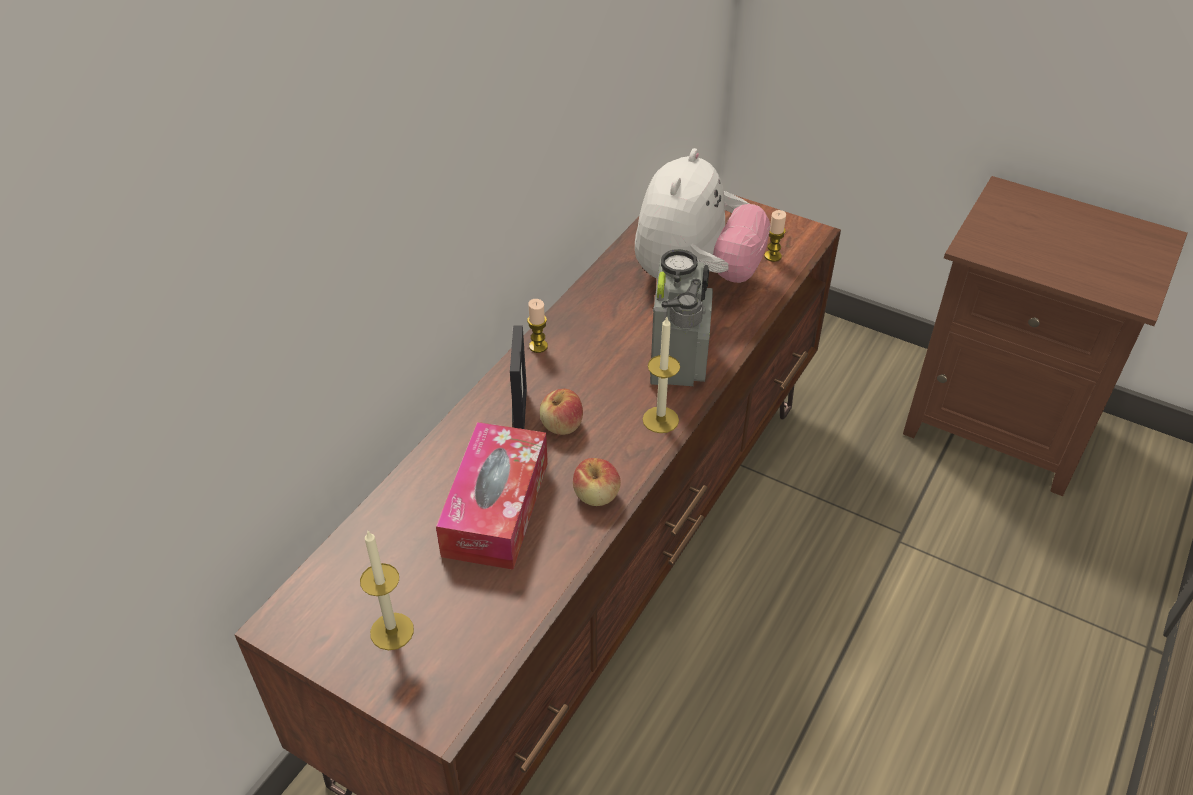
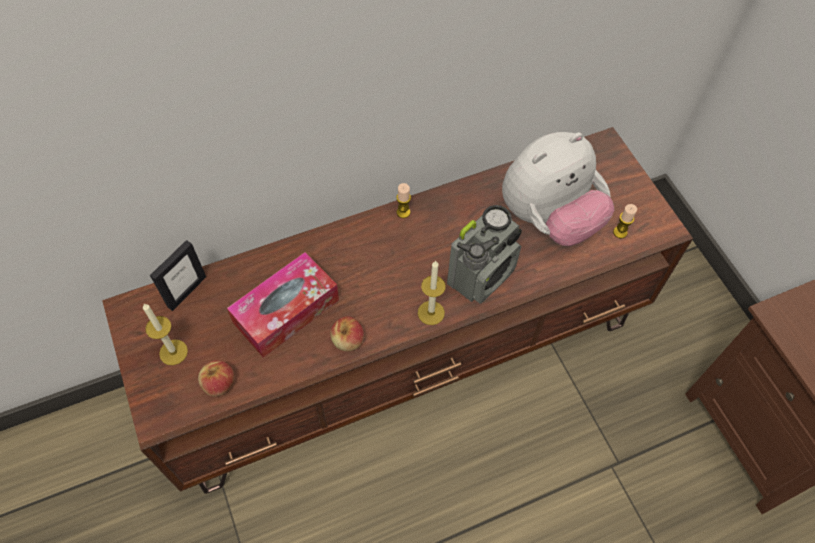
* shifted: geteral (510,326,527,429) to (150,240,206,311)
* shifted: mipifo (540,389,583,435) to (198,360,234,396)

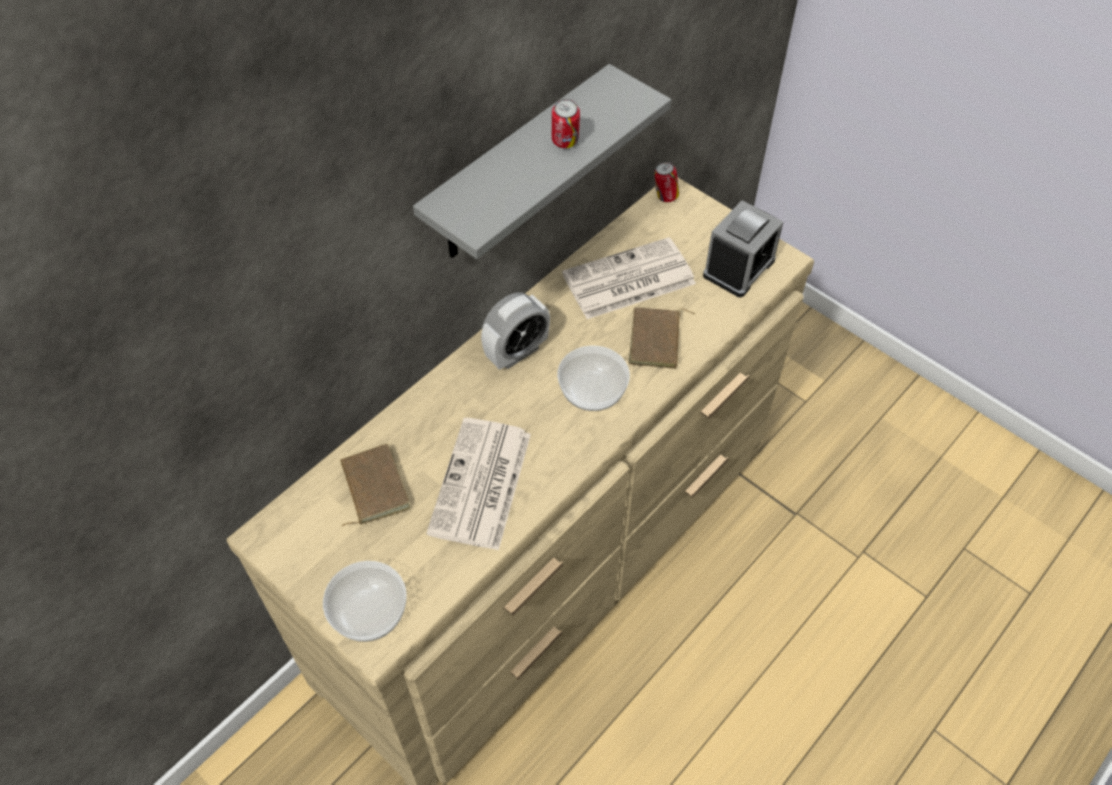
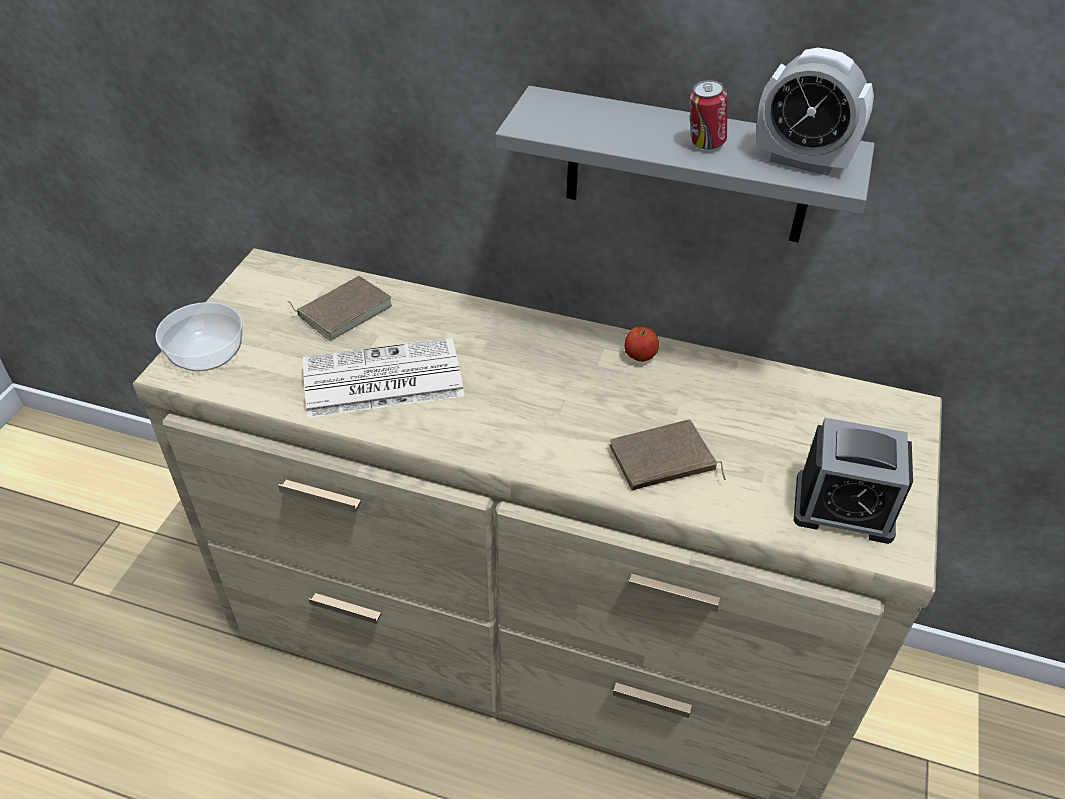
* gone: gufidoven (557,346,630,411)
* gone: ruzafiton (562,237,696,319)
* gone: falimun (654,162,679,202)
* new: mipifo (624,326,659,362)
* shifted: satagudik (481,292,550,370) to (757,48,874,176)

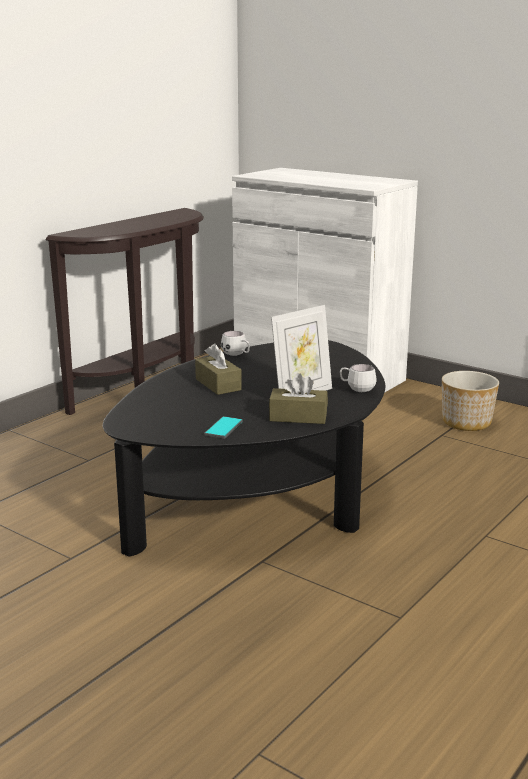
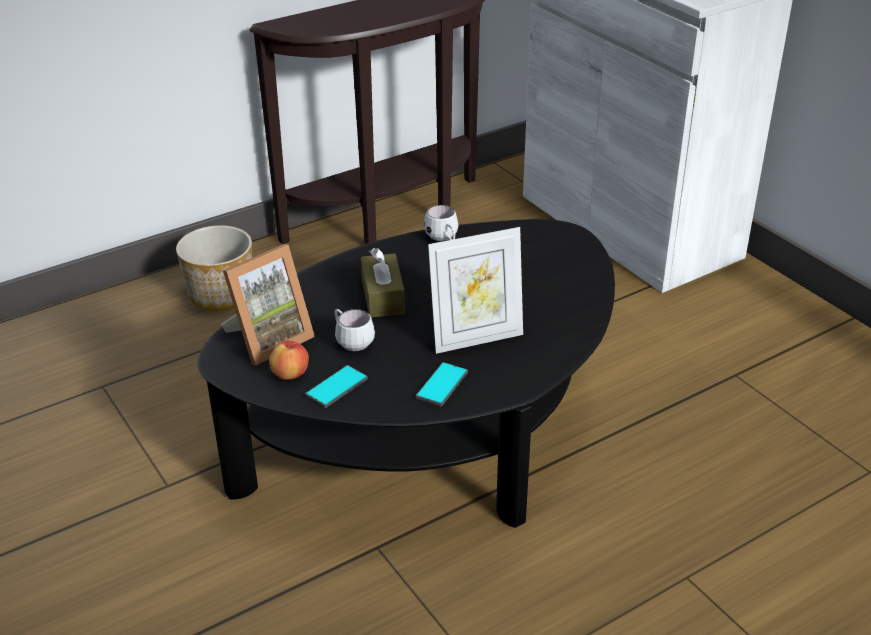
* new: geteral (221,244,315,366)
* new: mipifo (269,341,309,380)
* shifted: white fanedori (340,364,377,392) to (335,309,375,351)
* shifted: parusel (442,371,499,431) to (176,225,252,311)
* swapped: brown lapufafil (269,373,328,424) to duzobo (415,362,468,407)

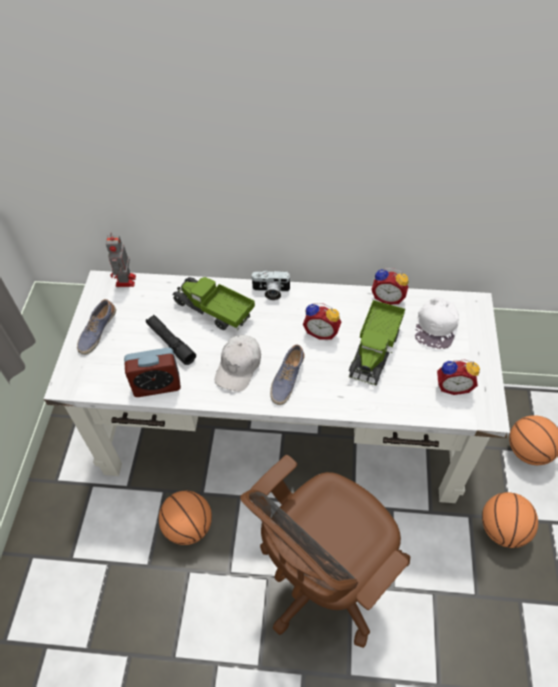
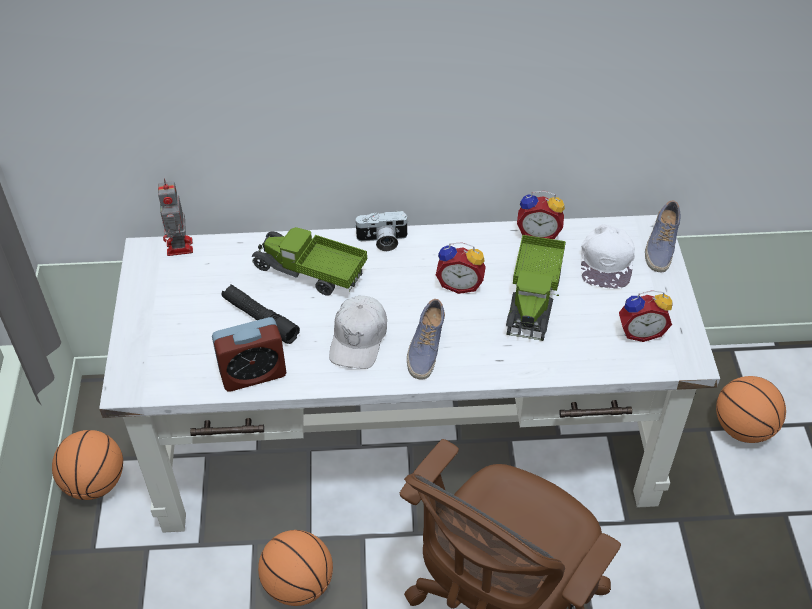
* shifted: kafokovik (77,299,116,355) to (645,201,680,272)
* shifted: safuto (482,492,538,548) to (52,430,123,500)

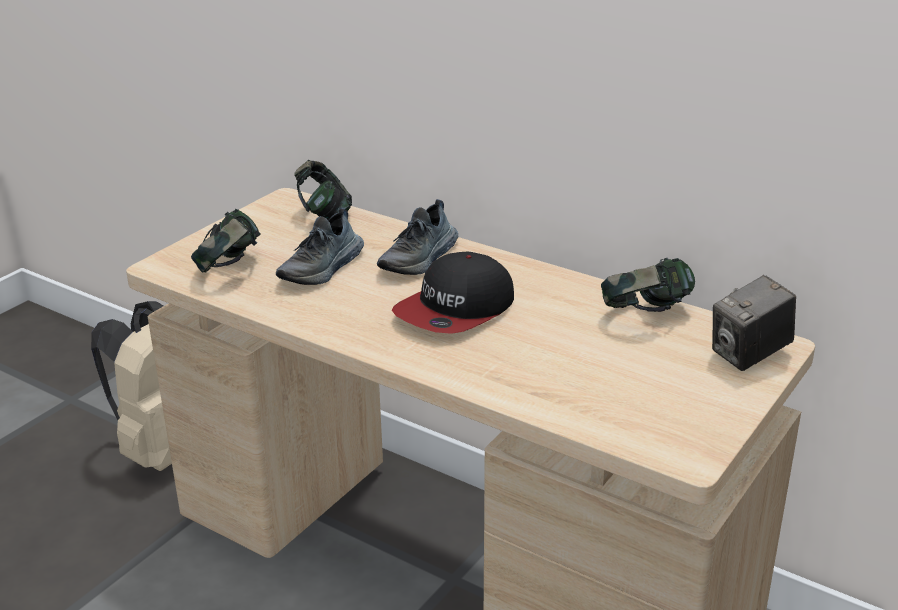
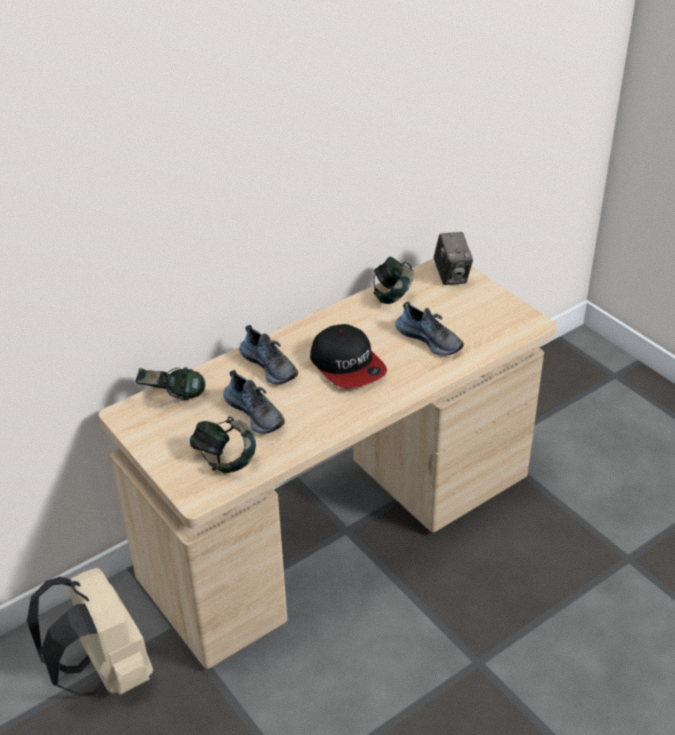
* new: kafokovik (395,302,464,356)

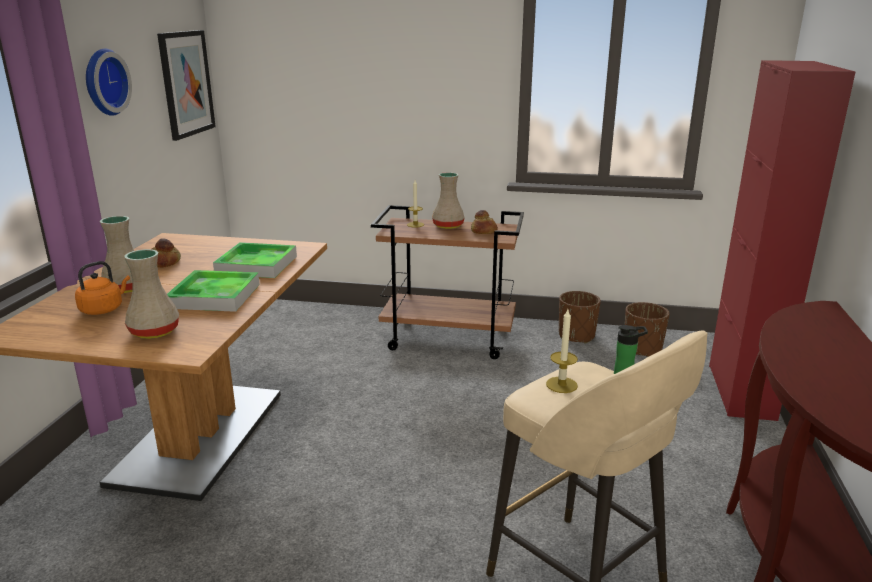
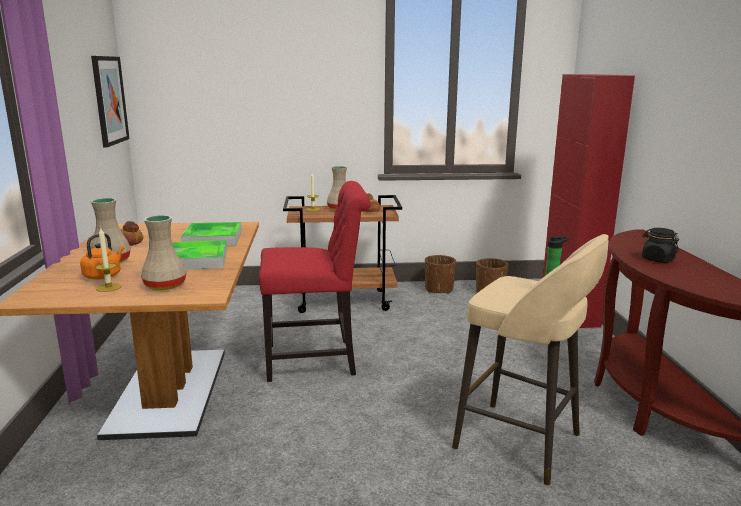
* gone: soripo (86,48,132,116)
* new: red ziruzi (259,181,371,382)
* new: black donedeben (642,228,679,263)
* shifted: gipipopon (546,310,578,393) to (95,228,122,292)

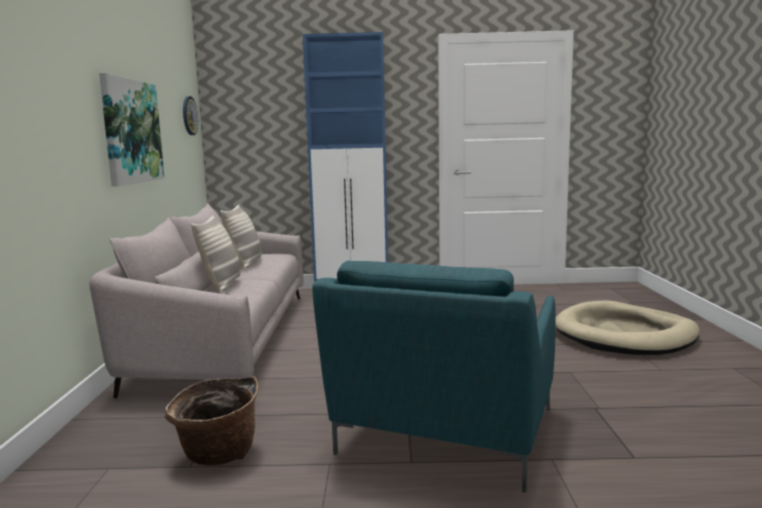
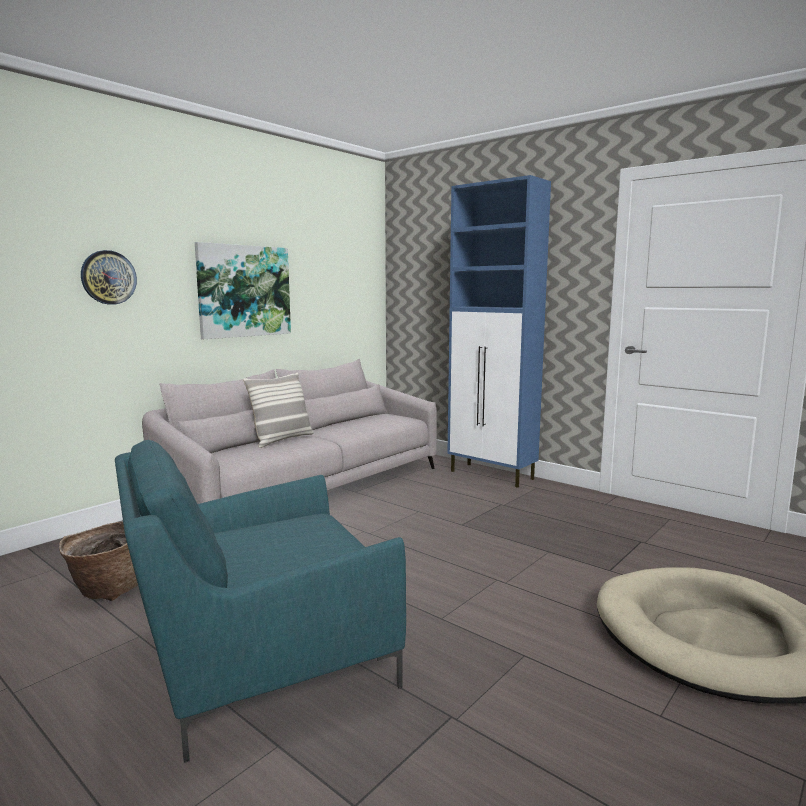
* gone: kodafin (220,205,261,271)
* shifted: soripo (183,96,198,135) to (81,250,137,305)

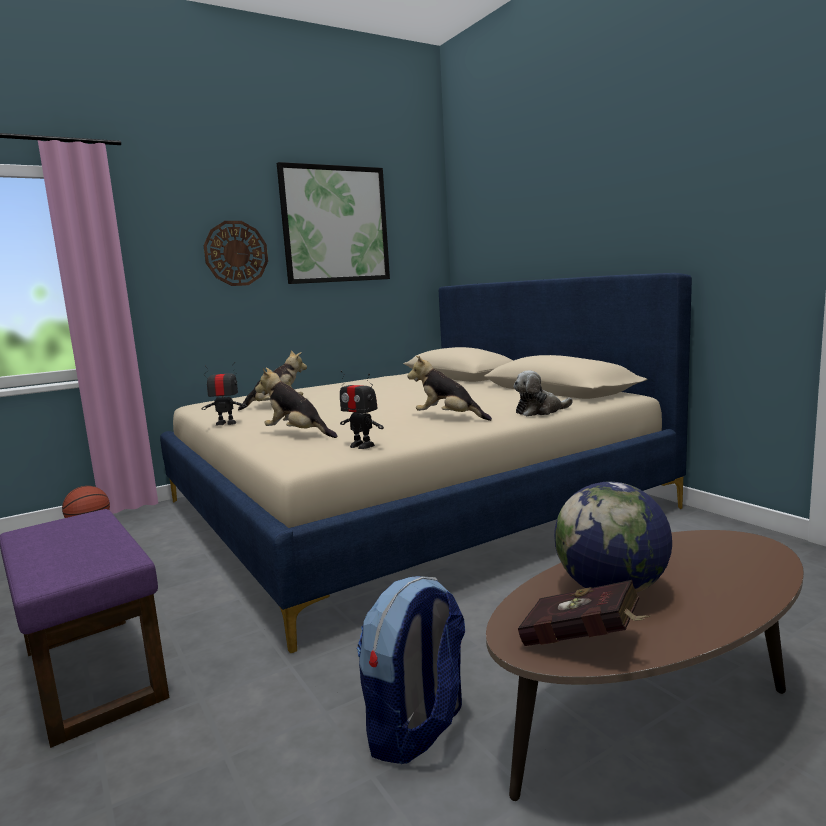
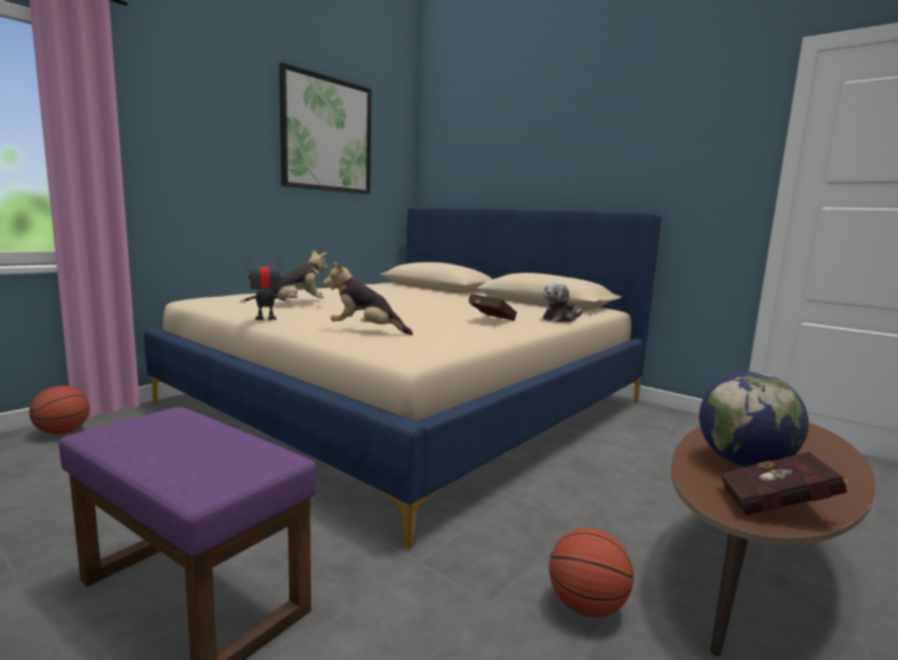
* gone: soripo (203,221,268,286)
* gone: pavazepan (340,370,384,449)
* swapped: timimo (357,576,465,764) to safuto (549,528,633,617)
* swapped: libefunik (408,356,492,421) to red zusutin (469,294,517,321)

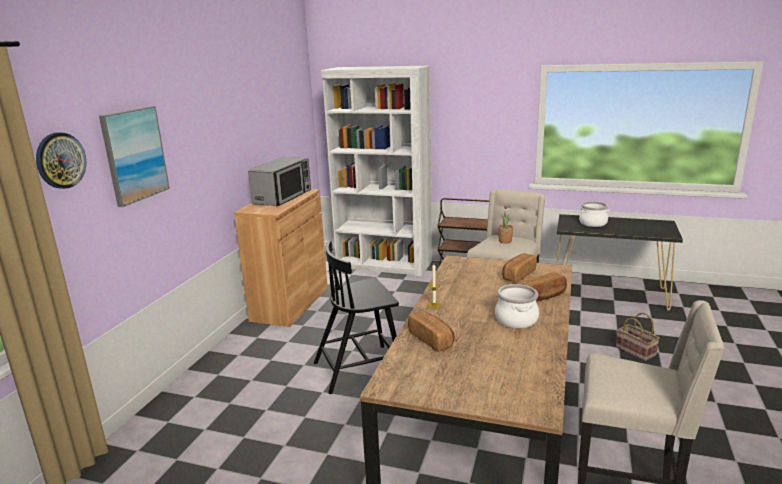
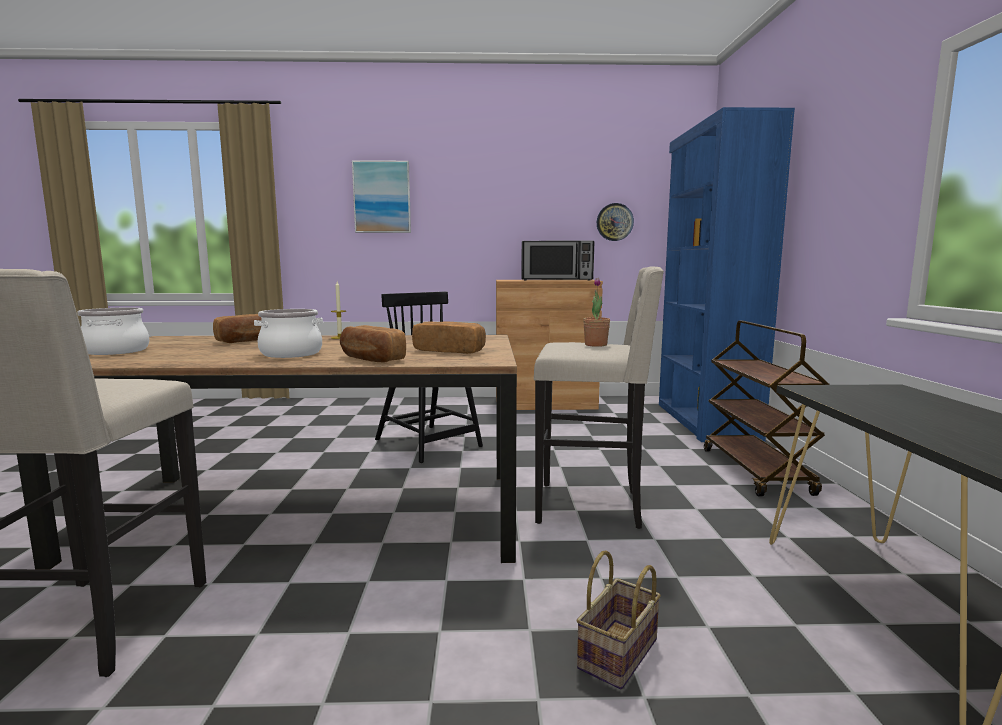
* shifted: soripo (36,132,86,189) to (597,203,634,241)
* shifted: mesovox (579,201,610,227) to (77,308,149,355)
* repainted: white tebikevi (321,66,432,277) to blue tebikevi (659,107,795,442)

